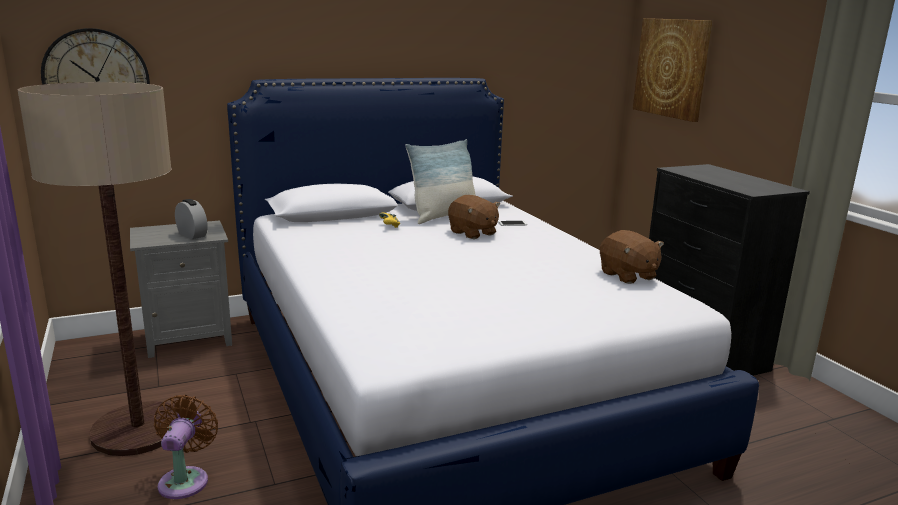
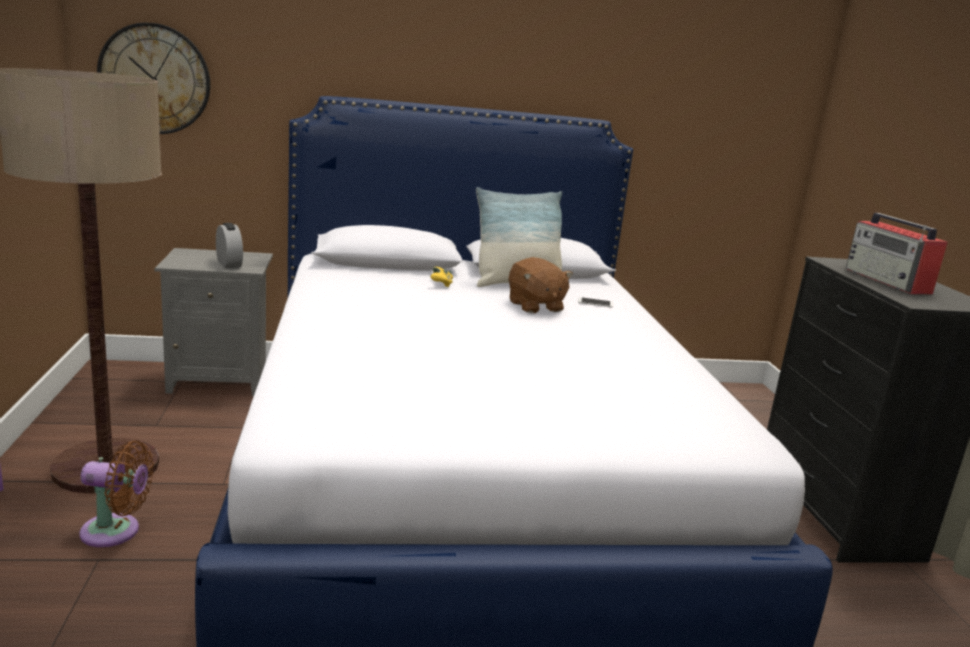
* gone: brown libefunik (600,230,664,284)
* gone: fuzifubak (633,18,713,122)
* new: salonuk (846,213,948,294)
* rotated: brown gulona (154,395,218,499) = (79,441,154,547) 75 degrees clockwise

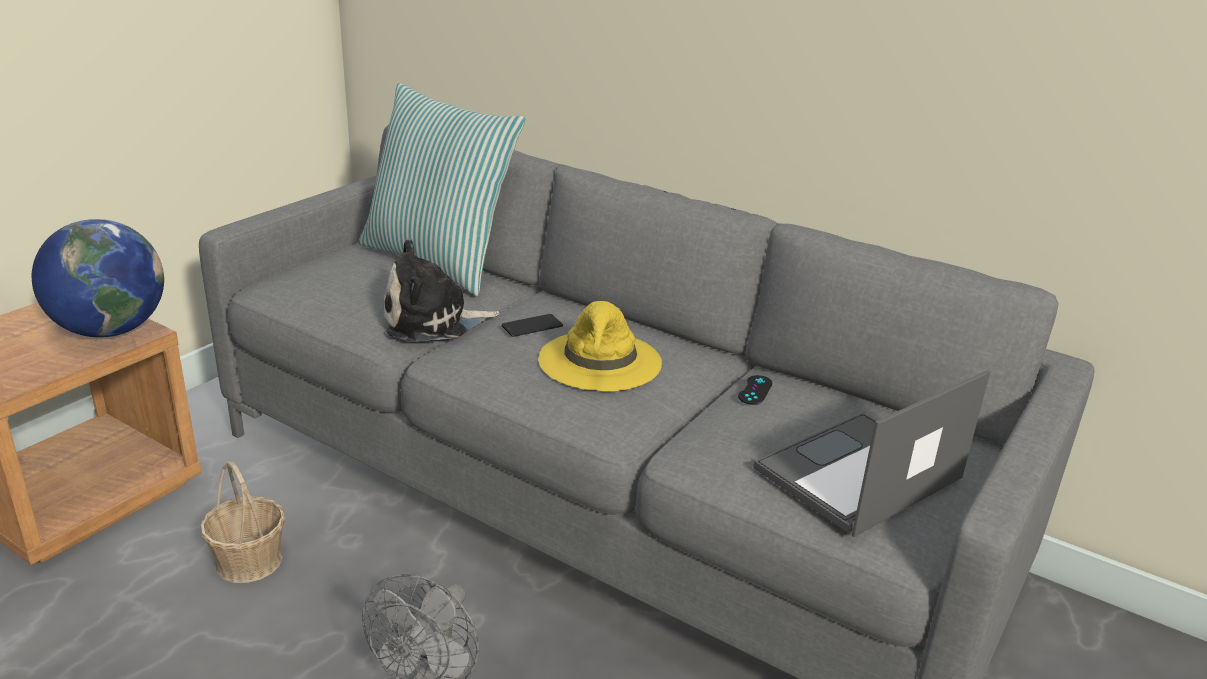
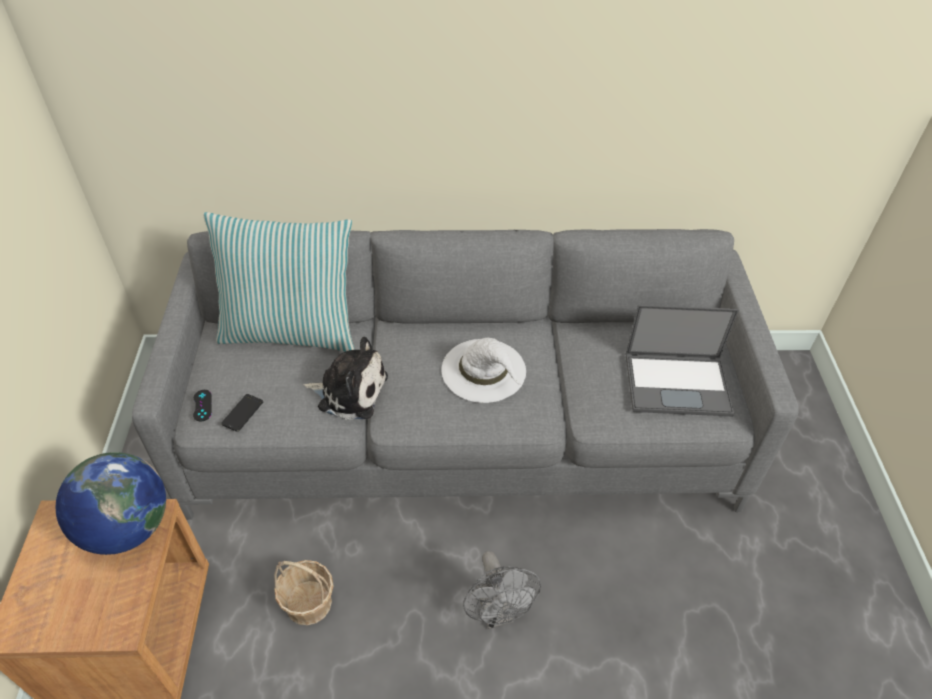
* shifted: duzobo (502,314,563,337) to (221,394,263,432)
* shifted: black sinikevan (738,375,772,405) to (193,390,212,422)
* repainted: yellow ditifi (538,301,662,391) to white ditifi (442,338,526,403)
* rotated: libefunik (384,239,499,342) = (303,337,388,420) 120 degrees counterclockwise
* rotated: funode (753,370,990,537) = (625,305,739,417) 105 degrees counterclockwise

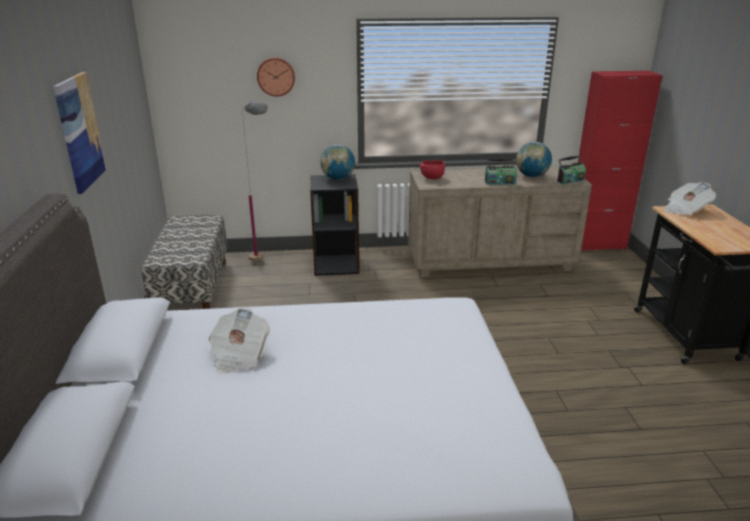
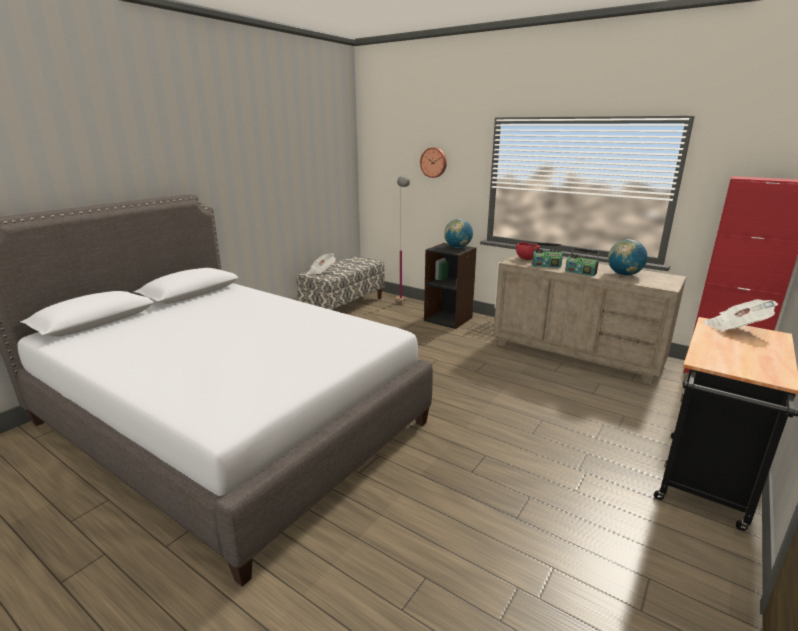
* gone: fuzifubak (53,72,106,194)
* shifted: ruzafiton (208,308,270,374) to (307,253,336,274)
* shifted: salonuk (557,156,586,185) to (532,243,563,268)

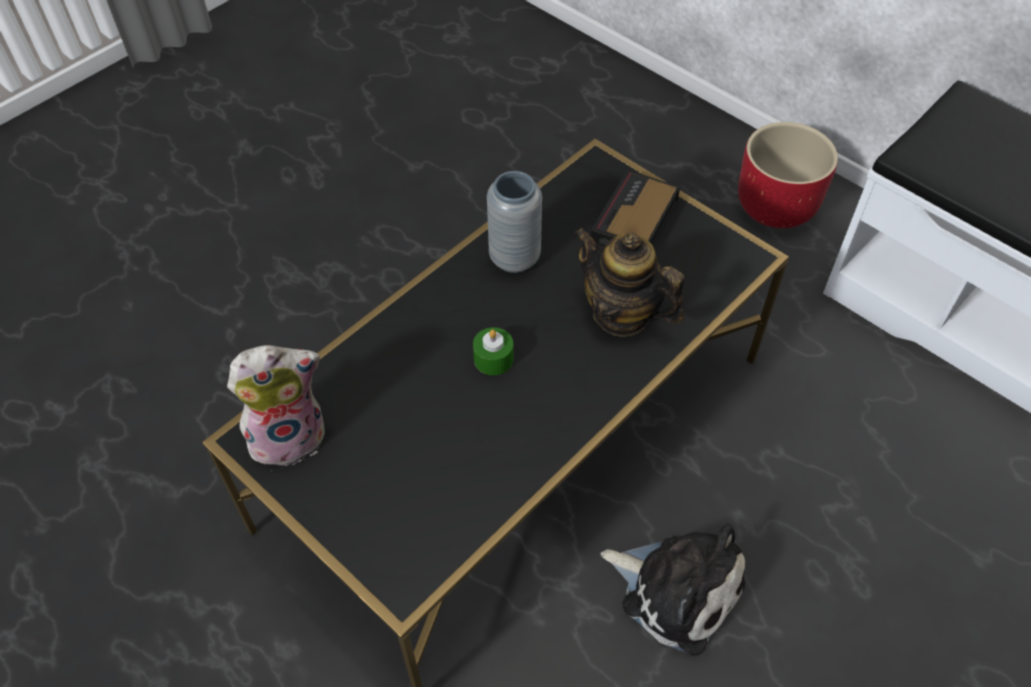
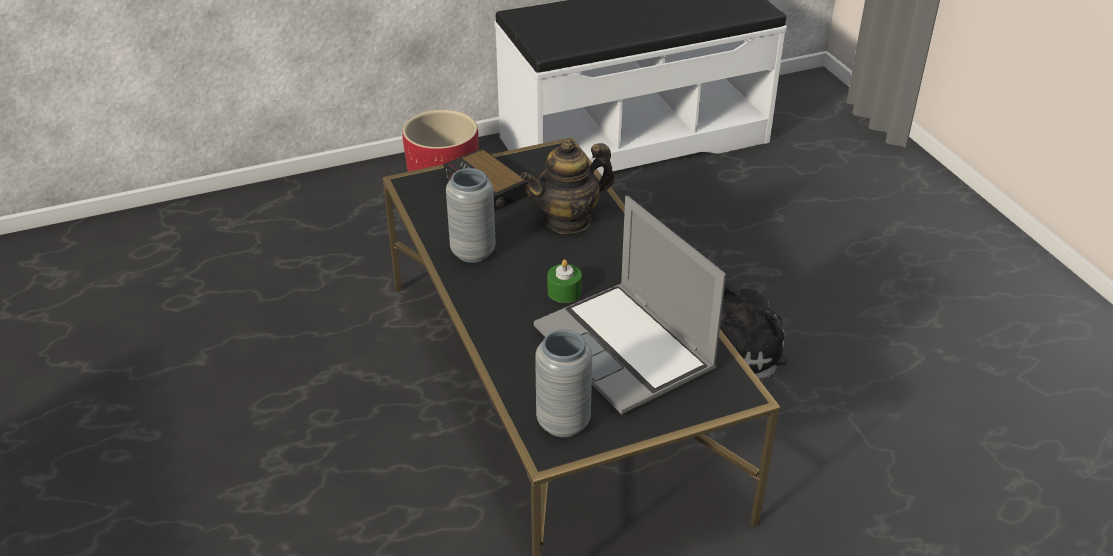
* new: funode (534,196,726,415)
* swapped: libefunik (227,345,325,471) to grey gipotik (535,330,592,437)

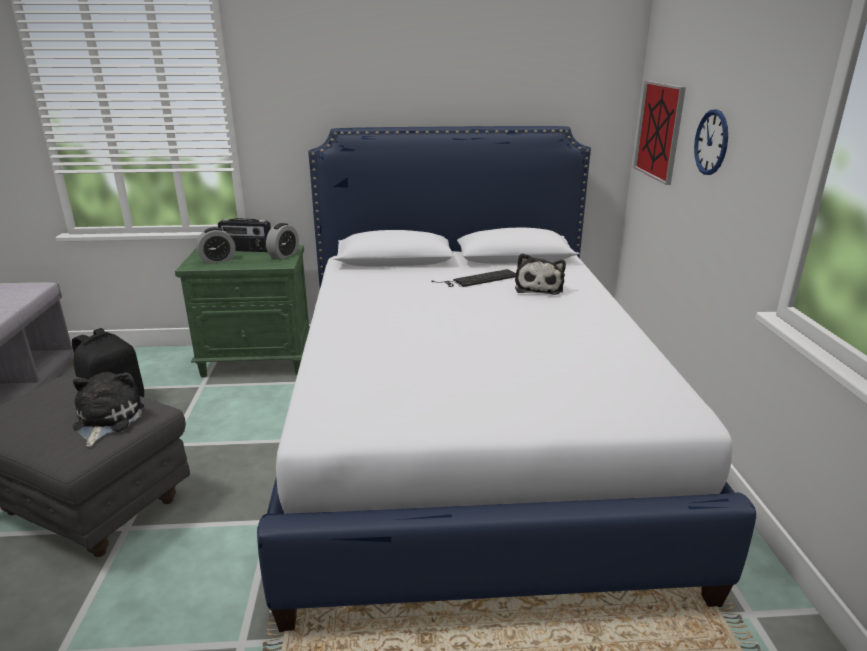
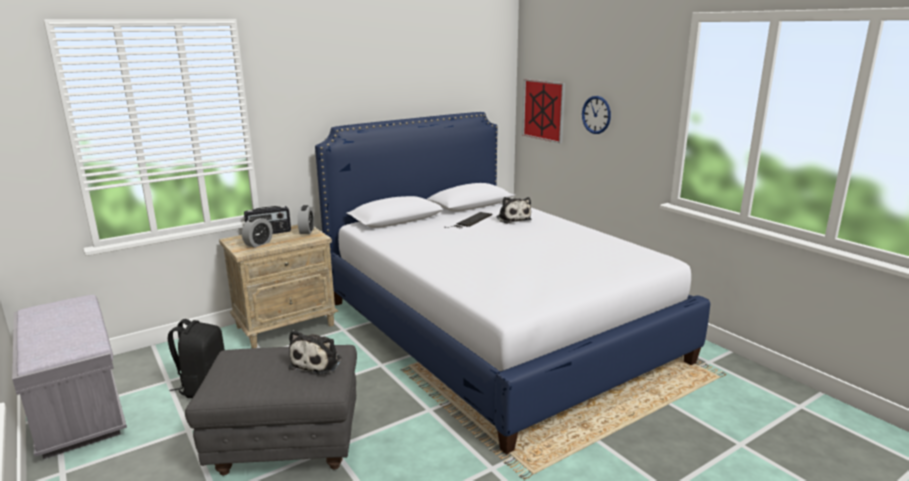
* repainted: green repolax (175,245,310,378) to beige repolax (219,224,338,348)
* rotated: libefunik (73,372,144,447) = (289,330,342,375) 135 degrees counterclockwise

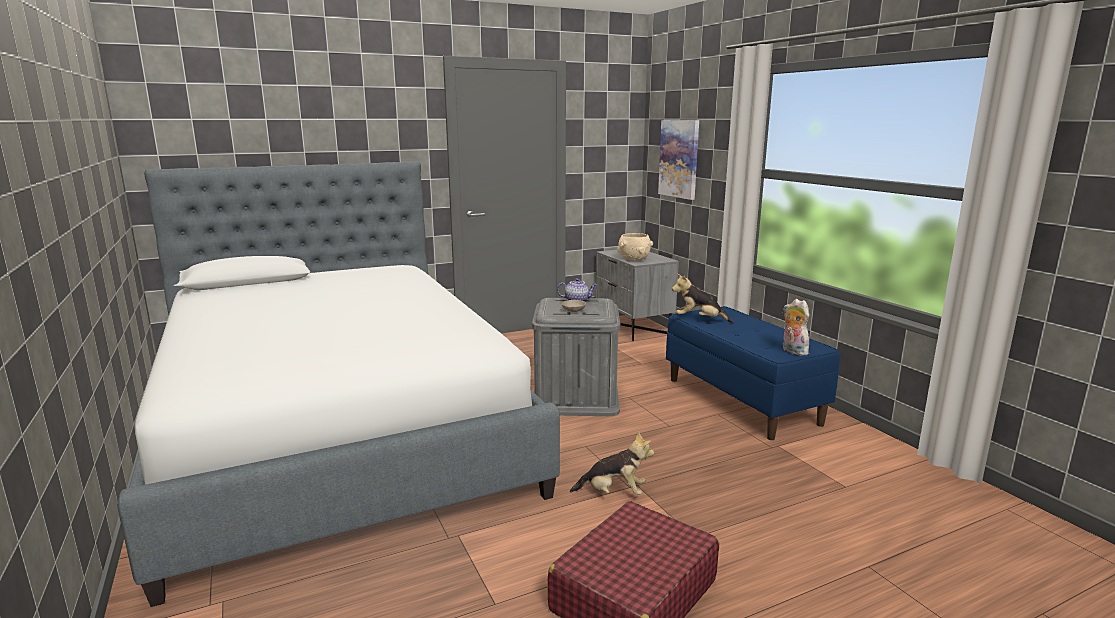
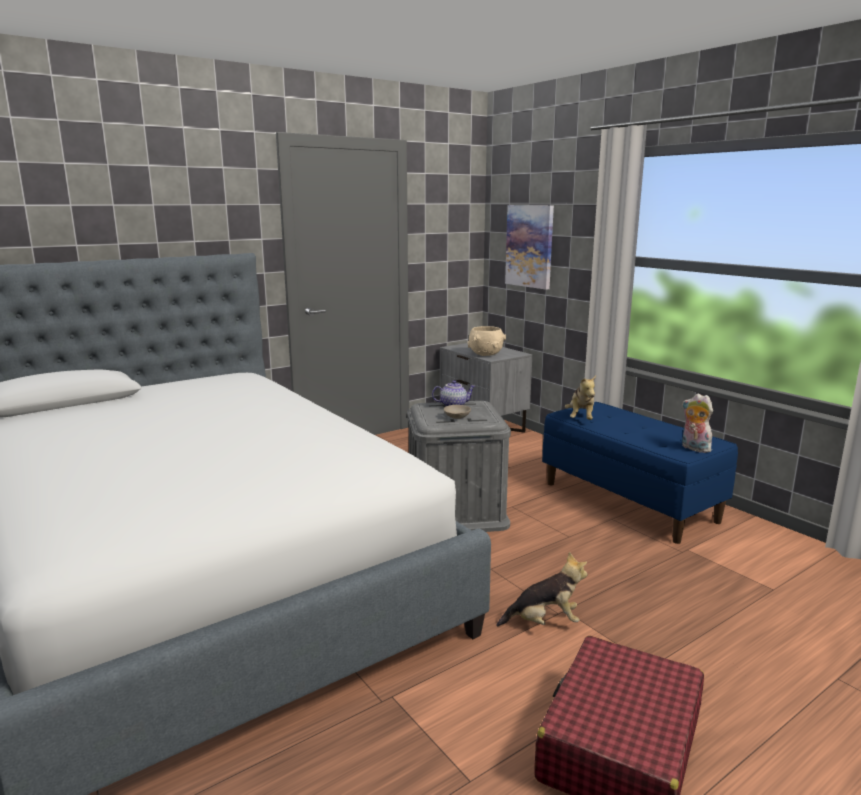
* rotated: libefunik (672,274,734,323) = (565,376,596,420) 90 degrees counterclockwise

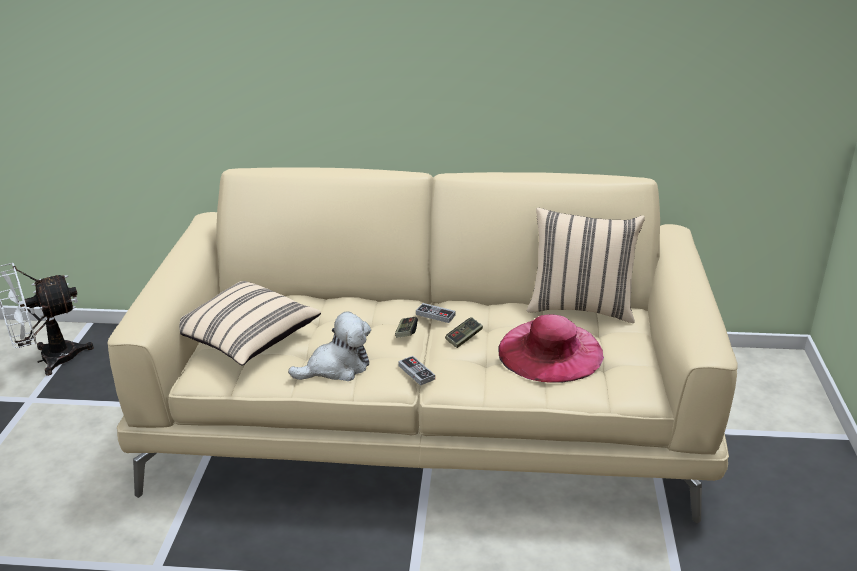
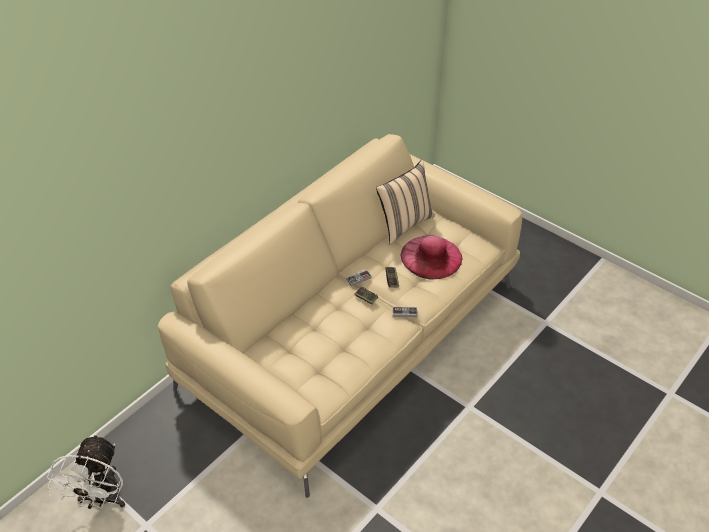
* gone: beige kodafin (179,281,321,366)
* gone: libefunik (288,311,371,381)

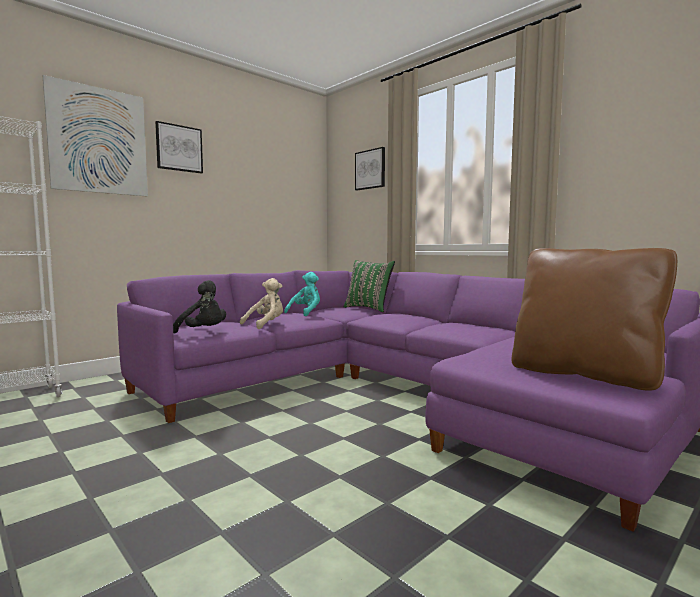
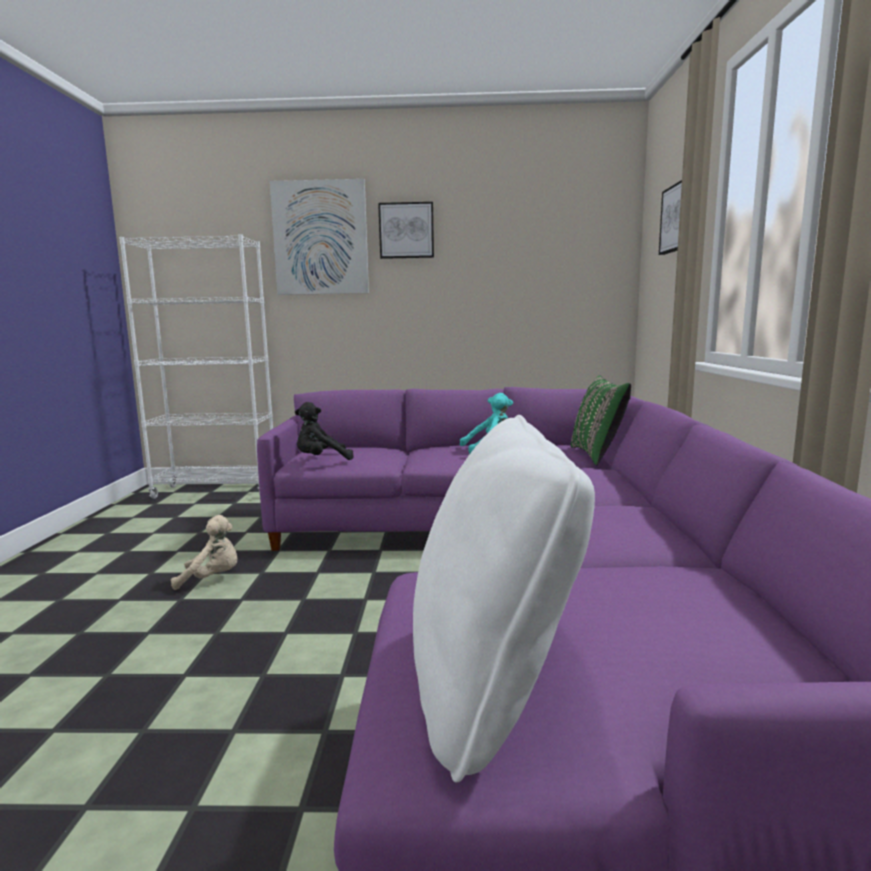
* shifted: beige libefunik (240,278,283,329) to (171,515,238,590)
* repainted: brown kodafin (512,248,677,391) to white kodafin (413,415,595,783)
* rotated: black libefunik (173,280,226,333) = (295,402,354,460) 90 degrees clockwise

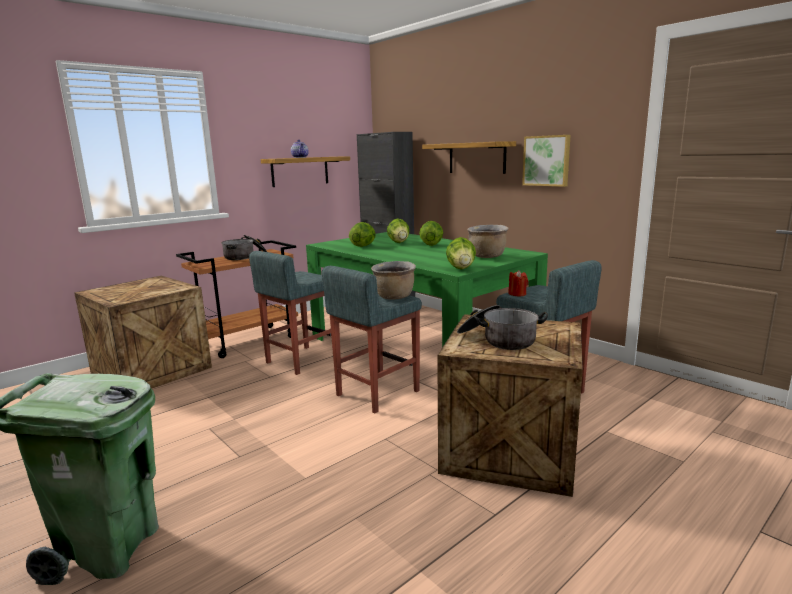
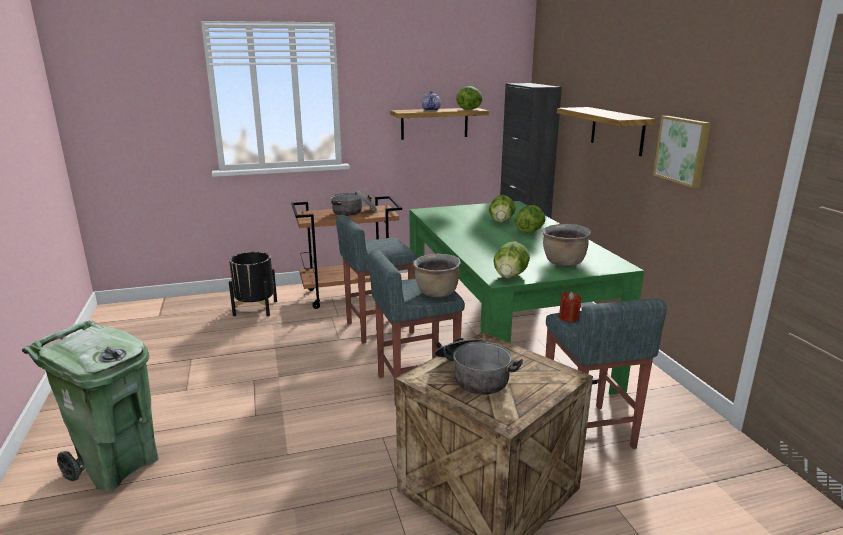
* shifted: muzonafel (349,222,376,247) to (456,86,483,110)
* swapped: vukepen (74,276,212,388) to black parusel (229,252,277,316)

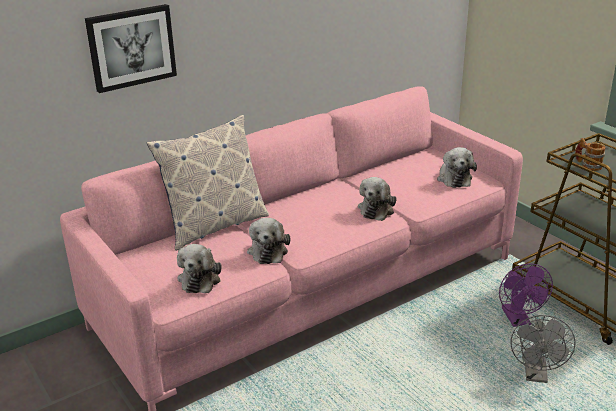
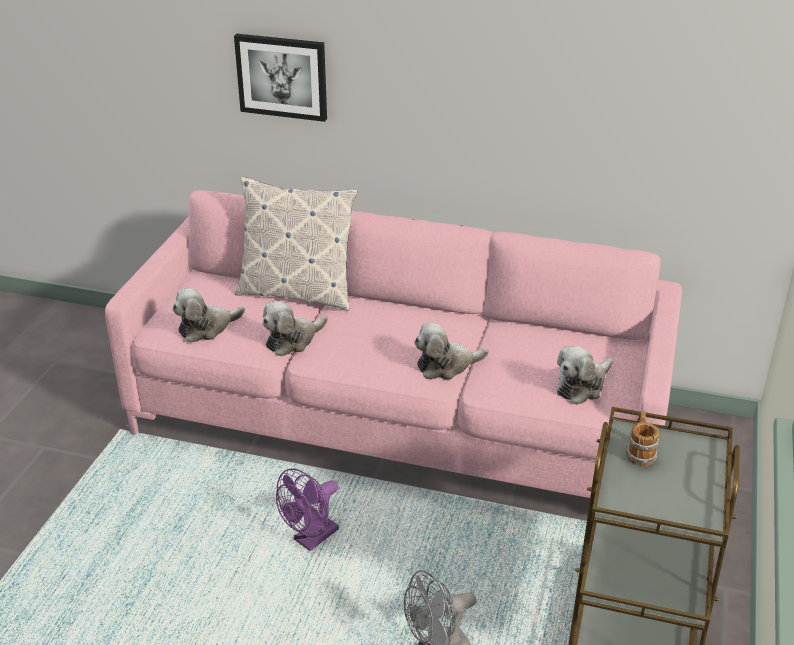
* shifted: purple gulona (499,264,553,327) to (276,469,339,551)

